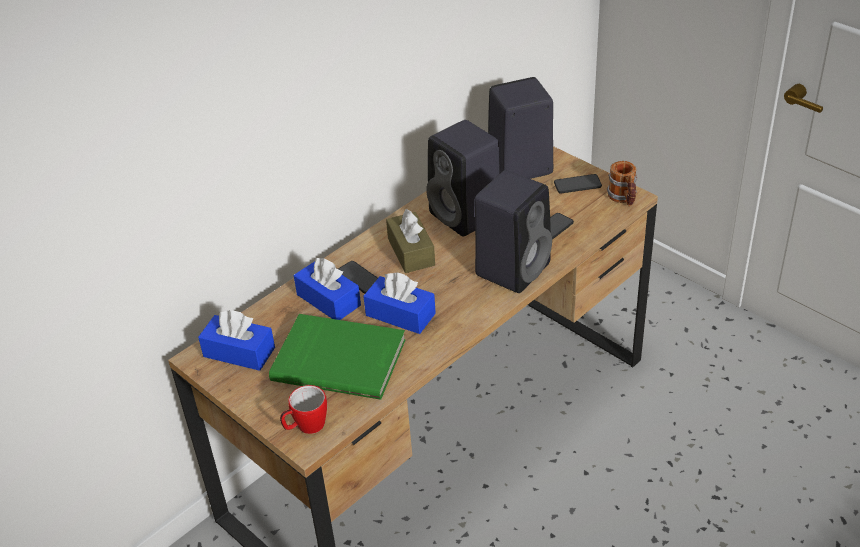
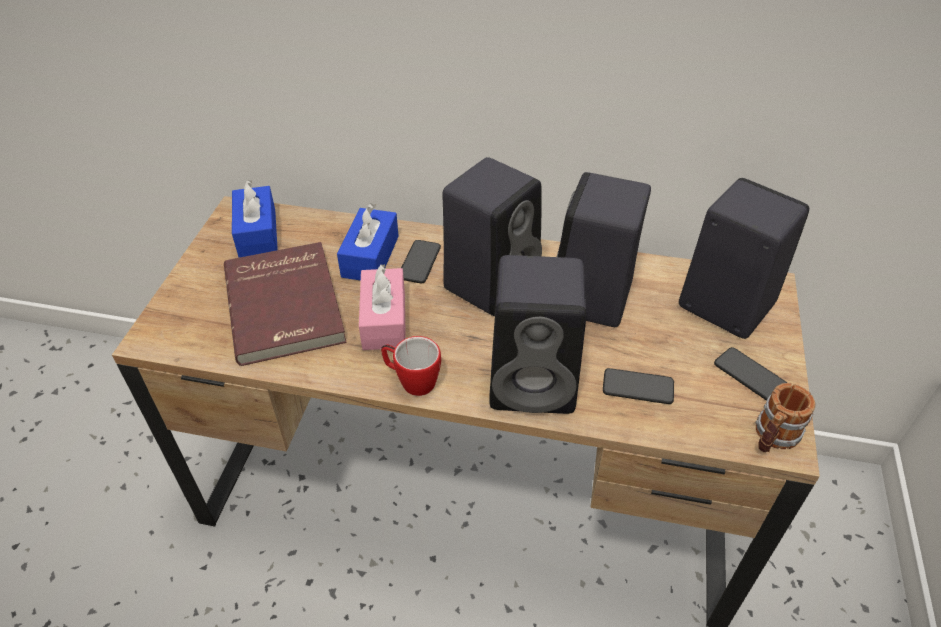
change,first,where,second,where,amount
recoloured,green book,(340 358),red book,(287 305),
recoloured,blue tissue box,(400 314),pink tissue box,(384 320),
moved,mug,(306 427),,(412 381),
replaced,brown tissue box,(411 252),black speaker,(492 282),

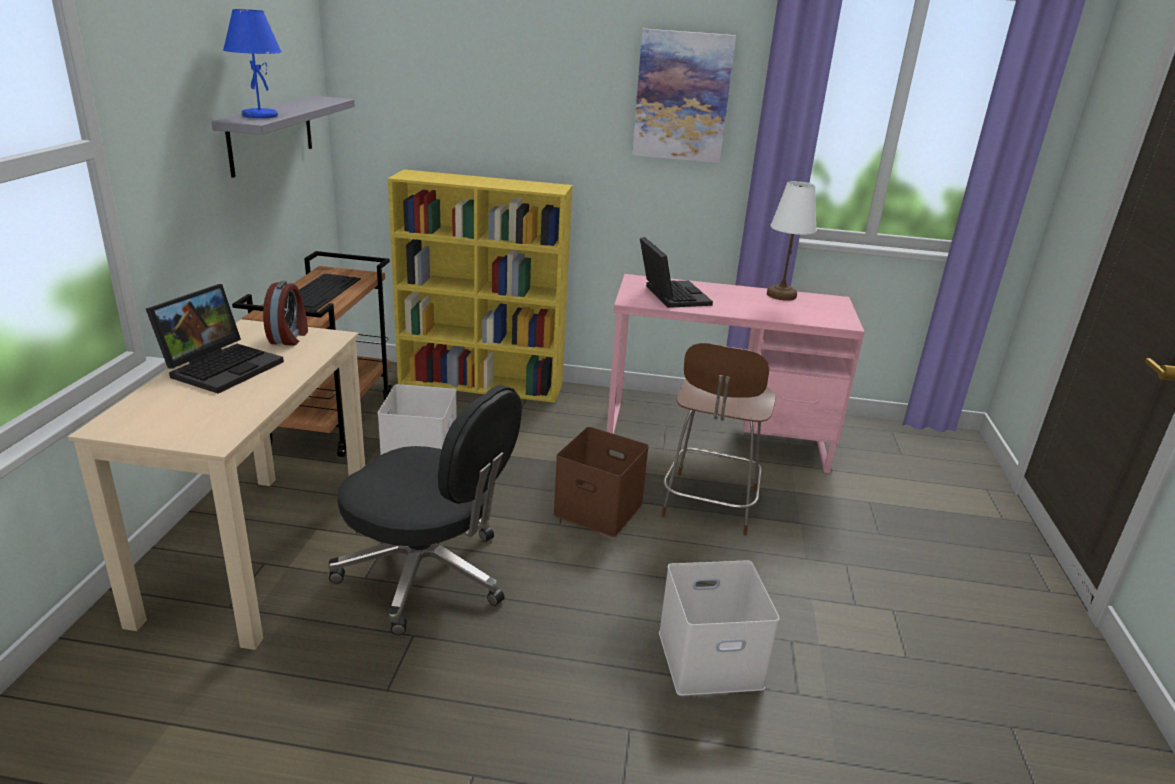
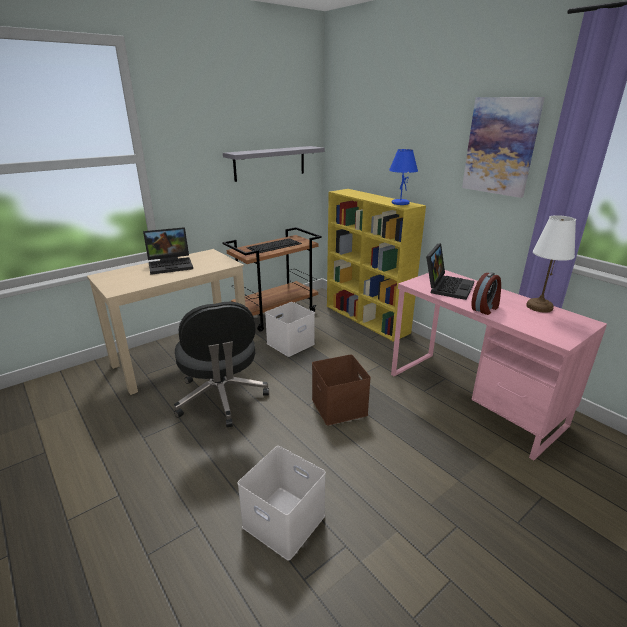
change,first,where,second,where,amount
moved,blue table lamp,(259 116),,(400 203),
moved,alarm clock,(289 337),,(485 308),
removed,brown chair,(709 505),,,

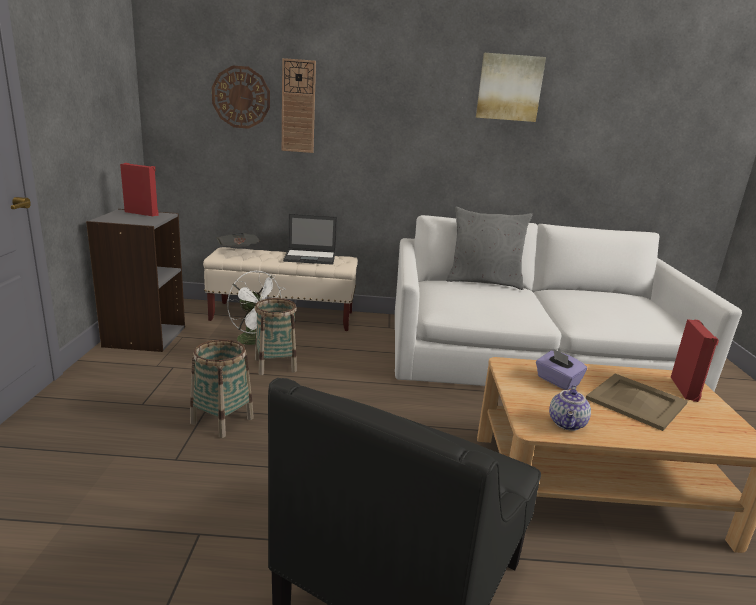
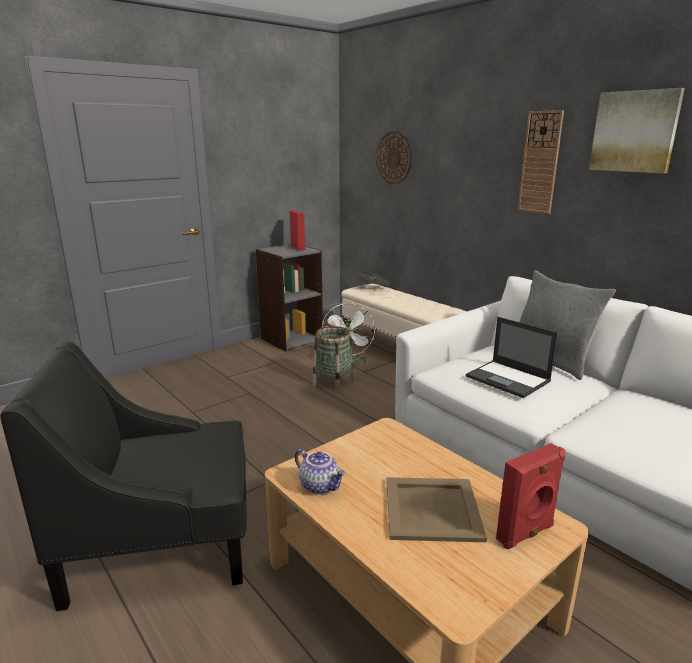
change,first,where,second,where,amount
turned,teapot,(568 424),,(320 485),120 degrees counterclockwise
moved,laptop,(311 257),,(508 379),
moved,wall clock,(298 106),,(540 162),
removed,basket,(222 420),,,
removed,purple tissue box,(557 381),,,

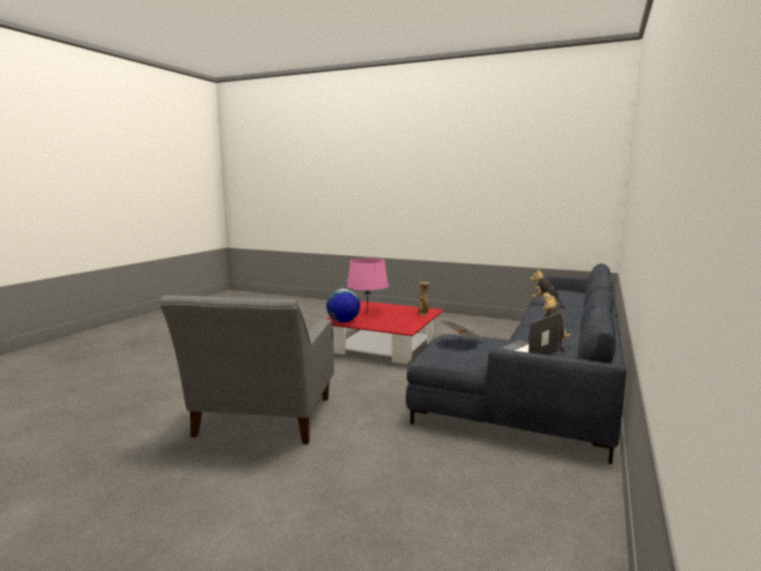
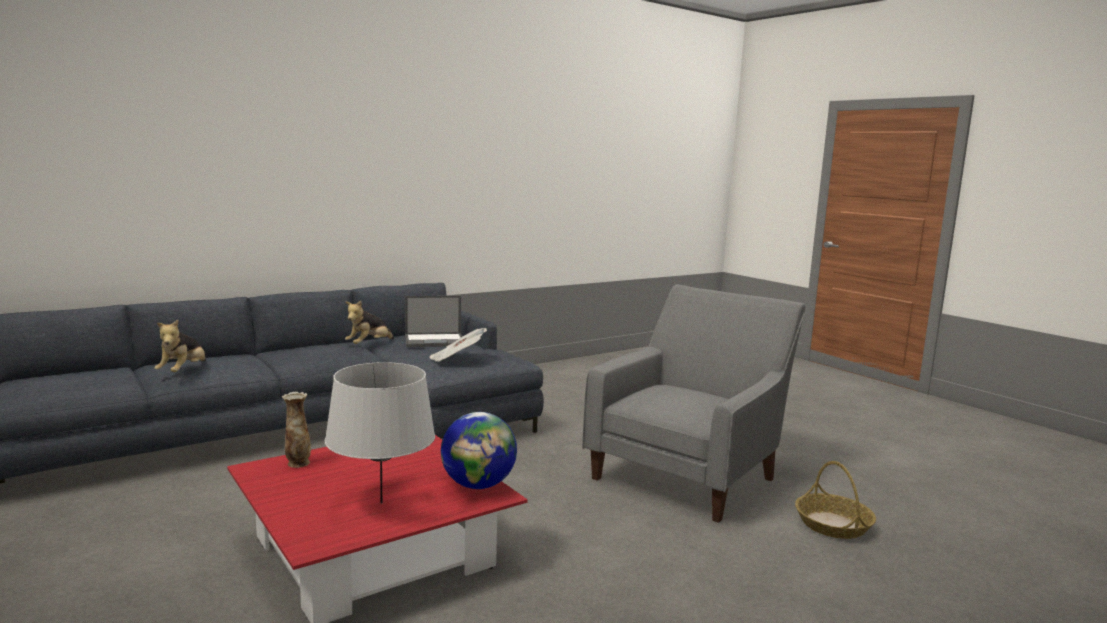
change,first,where,second,where,amount
recoloured,pink table lamp,(368 312),grey table lamp,(380 502),
added,,,basket,(833 525),

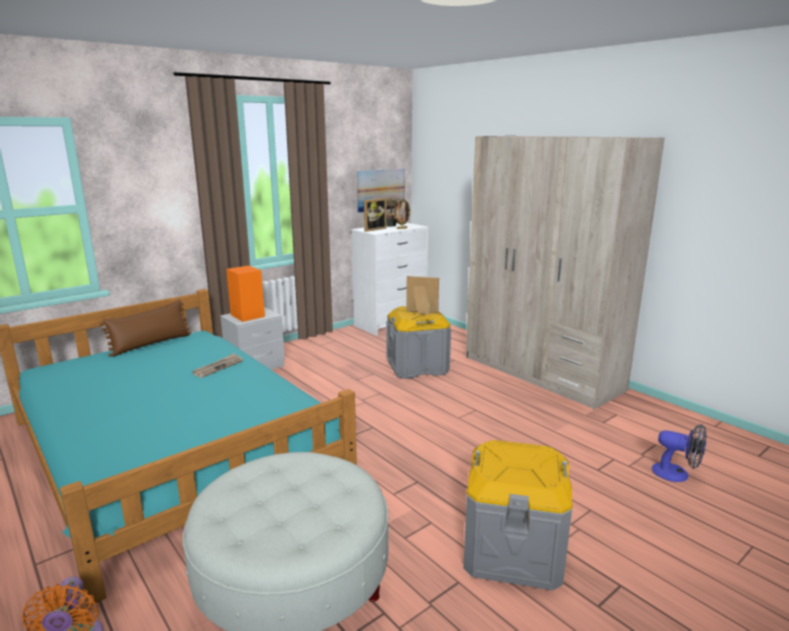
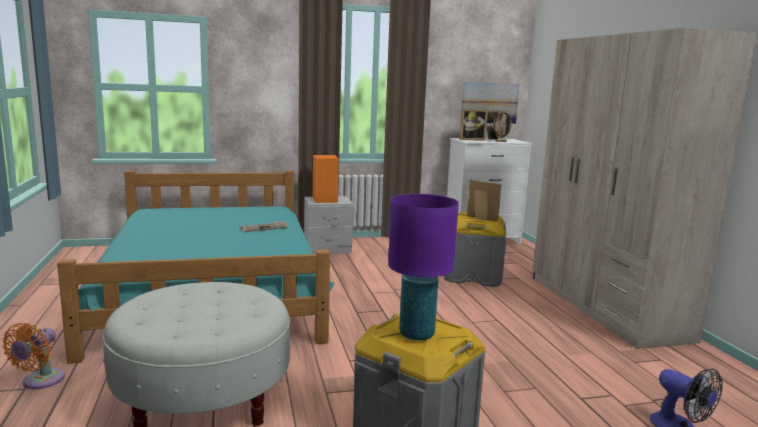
change,first,where,second,where,amount
added,,,purple table lamp,(416 334),
removed,brown pillow,(151 344),,,

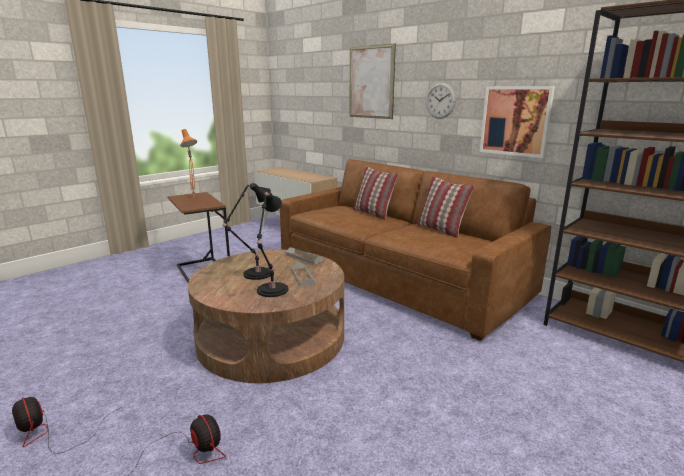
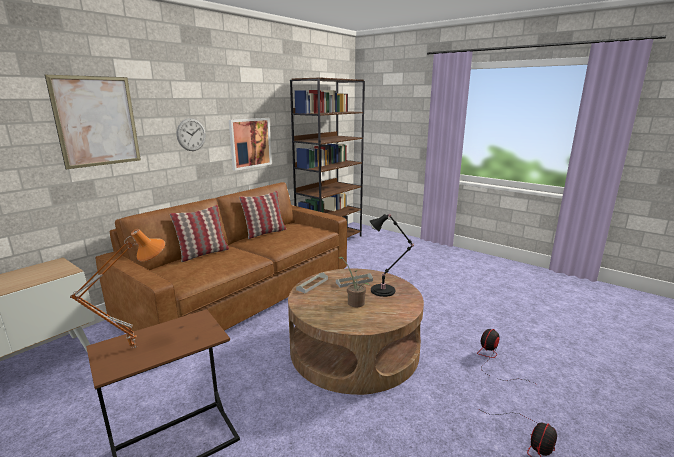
change,first,where,second,where,amount
replaced,black table lamp,(255 274),potted plant,(354 301),

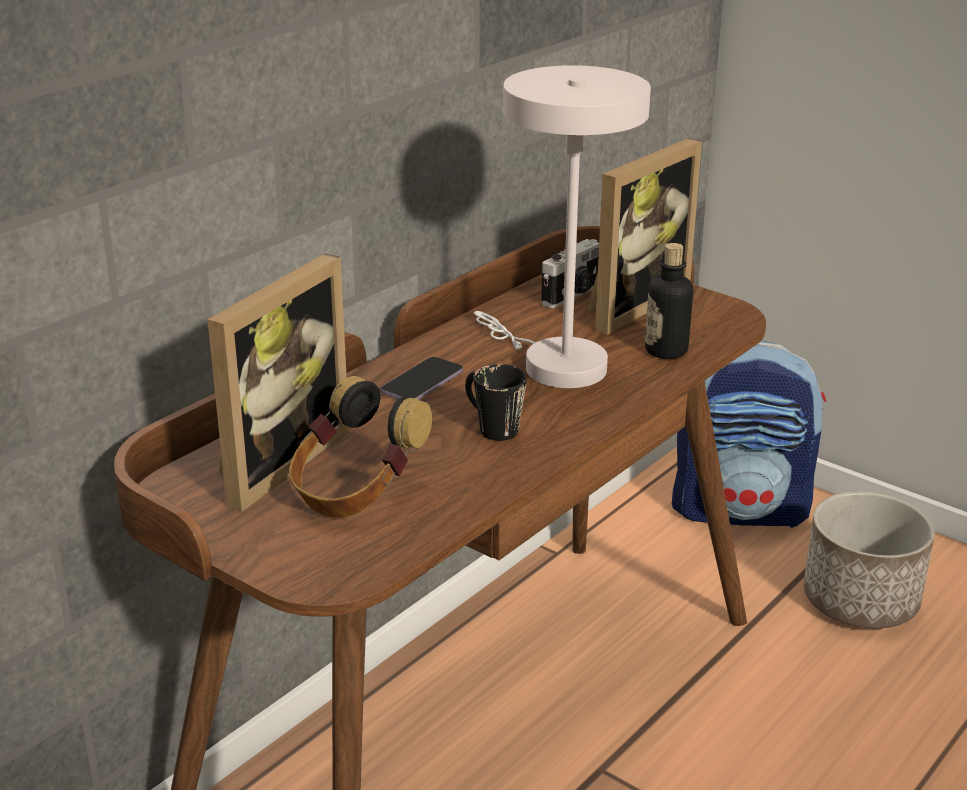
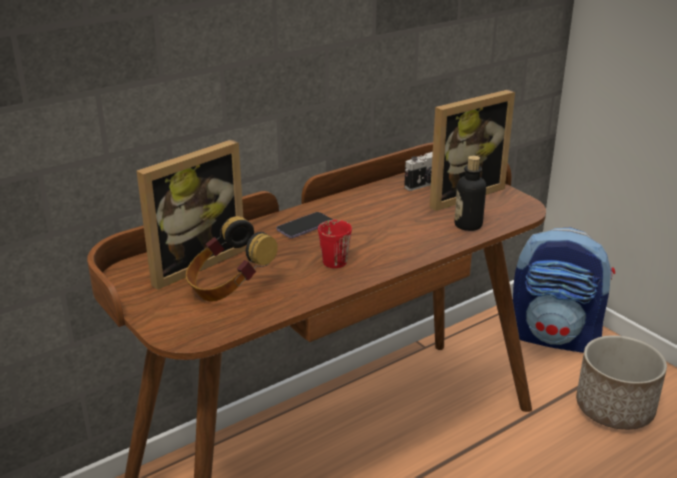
change,first,where,second,where,amount
recoloured,black mug,(490 426),red mug,(331 258),
removed,white table lamp,(554 363),,,

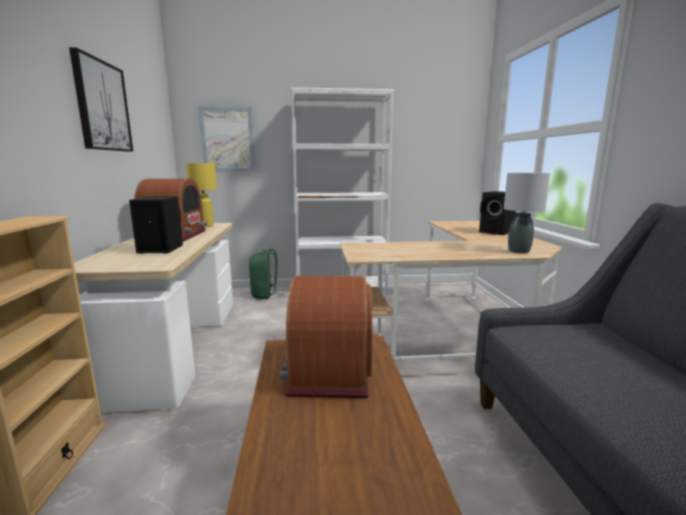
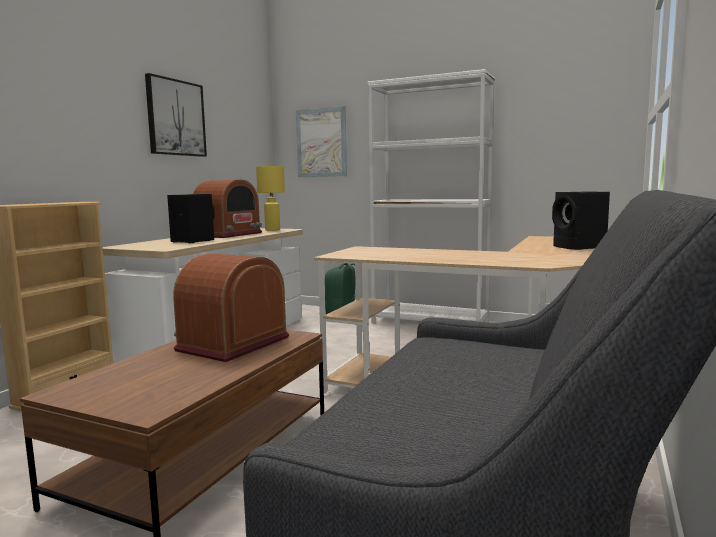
change,first,where,second,where,amount
removed,grey table lamp,(519 251),,,

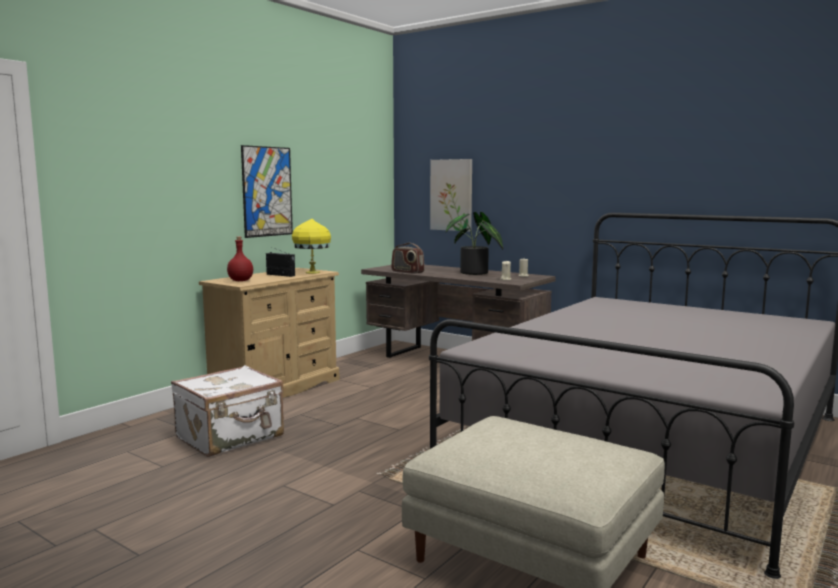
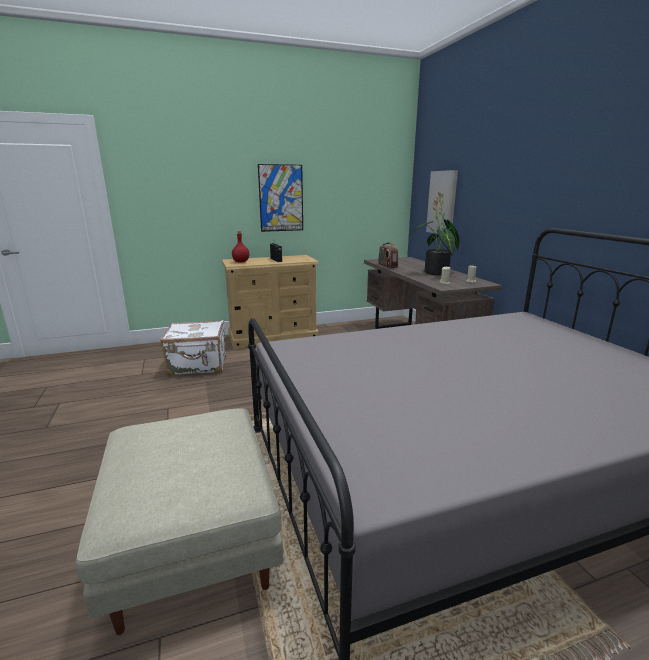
change,first,where,second,where,amount
removed,yellow table lamp,(311 272),,,

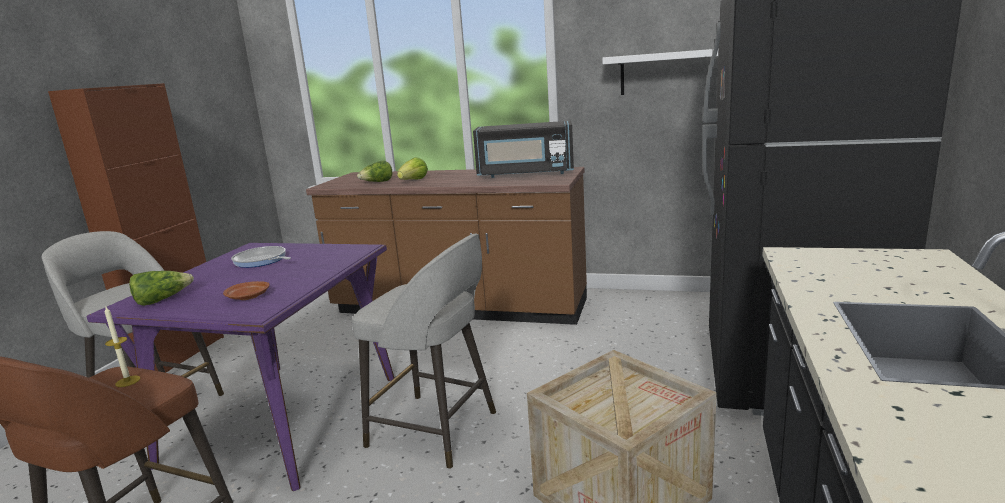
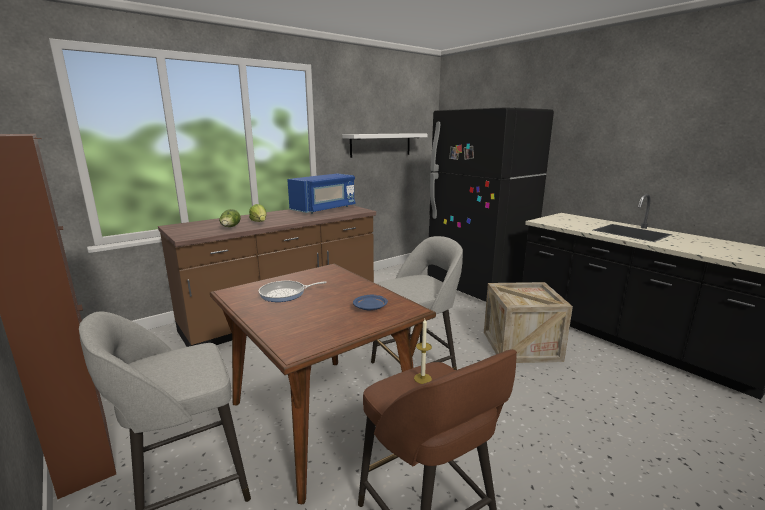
change,first,where,second,where,amount
recoloured,purple dining table,(284 419),brown dining table,(322 417),
recoloured,black microwave,(525 174),blue microwave,(324 209),
recoloured,brown plate,(248 297),blue plate,(370 307),
removed,lettuce,(162 300),,,

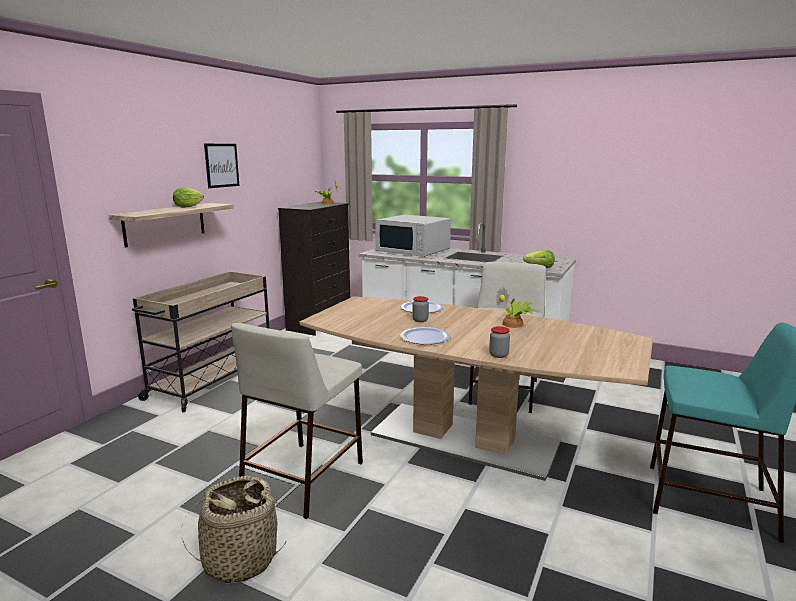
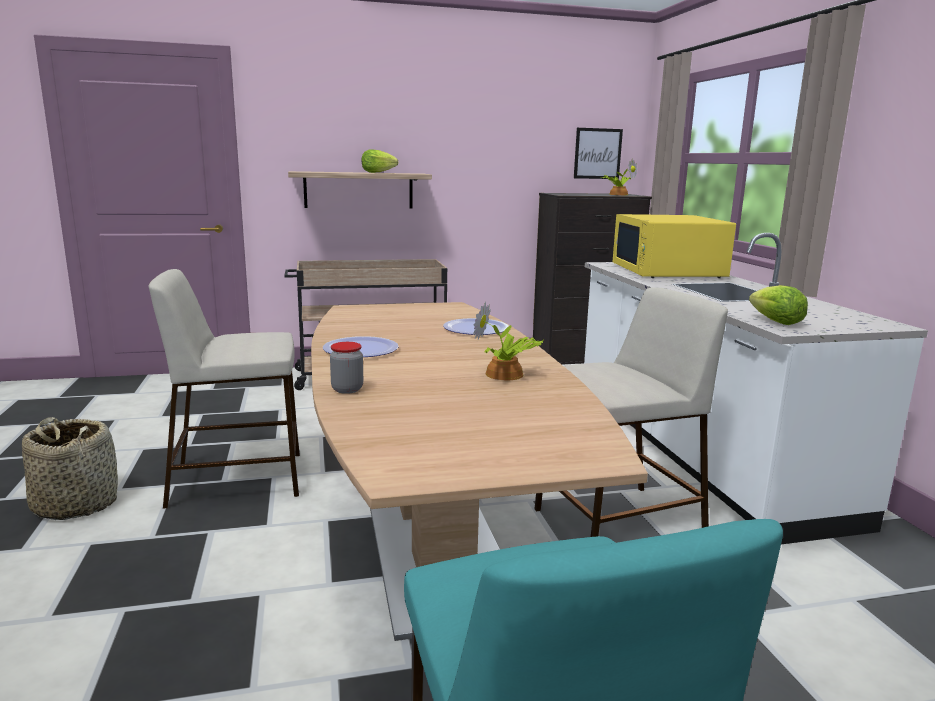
change,first,where,second,where,amount
moved,picture,(221 165),,(597 153),
recoloured,white microwave,(413 251),yellow microwave,(667 271),
removed,jar,(420 320),,,

